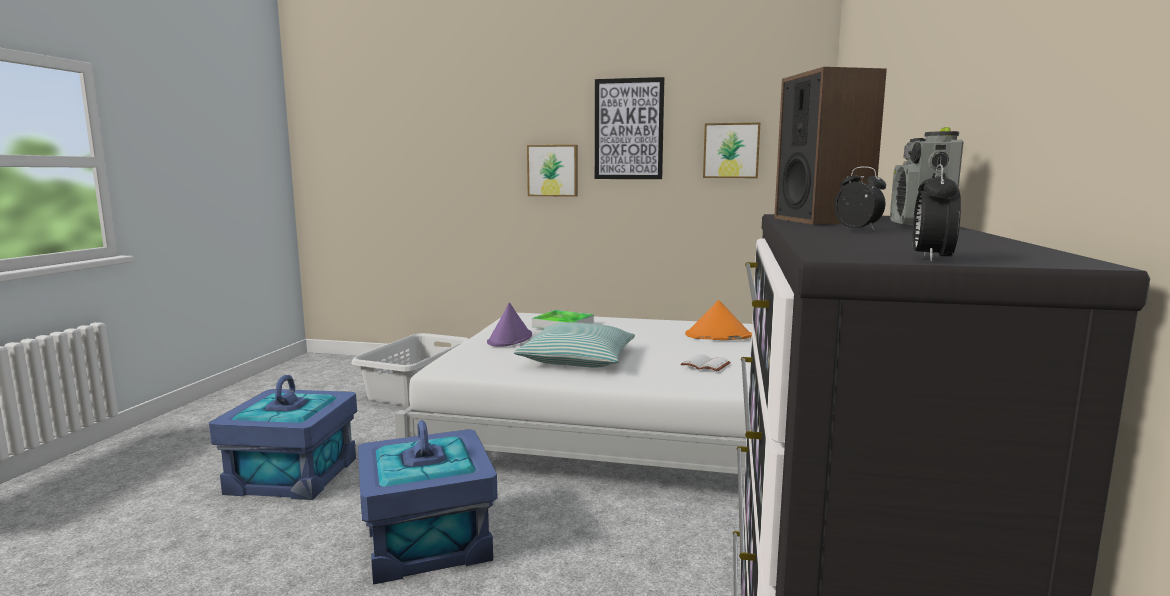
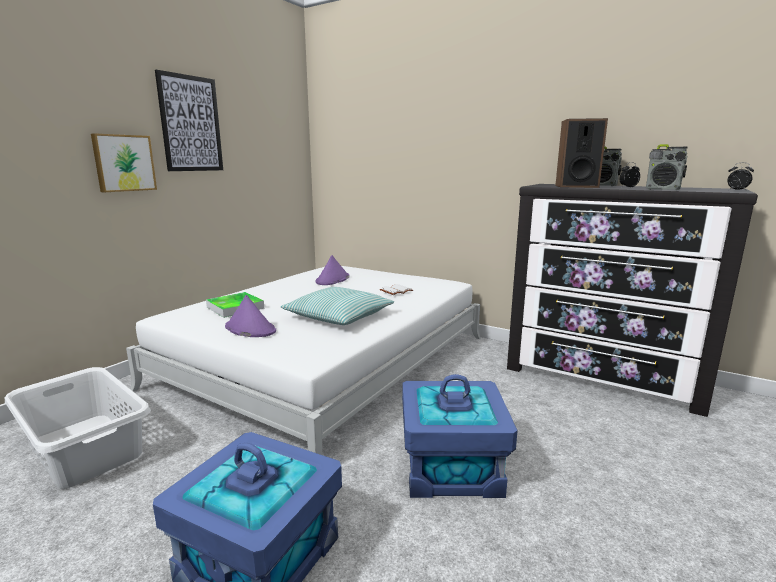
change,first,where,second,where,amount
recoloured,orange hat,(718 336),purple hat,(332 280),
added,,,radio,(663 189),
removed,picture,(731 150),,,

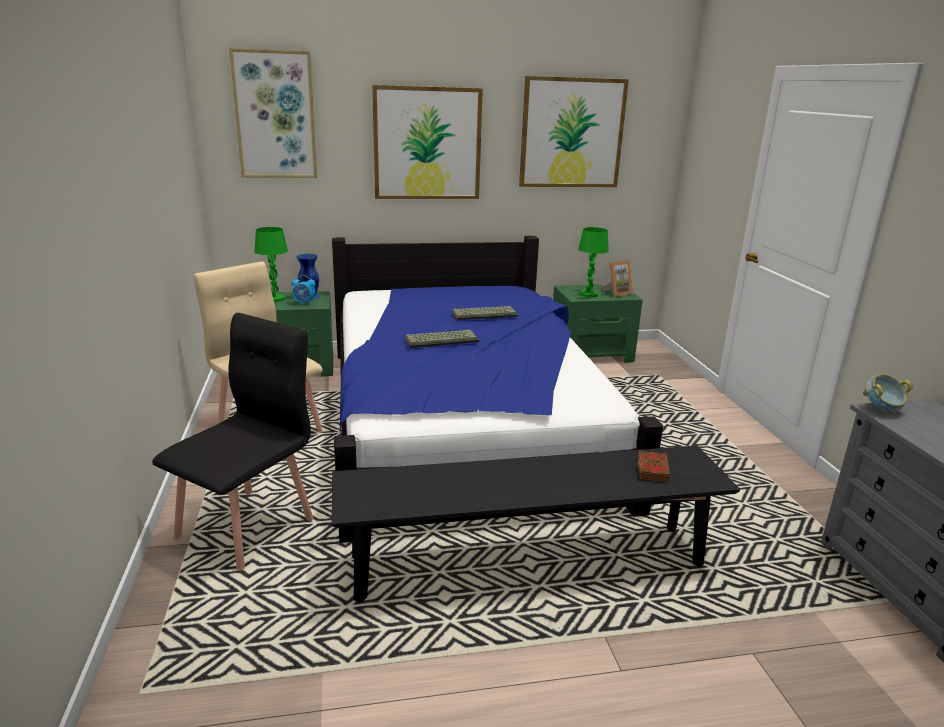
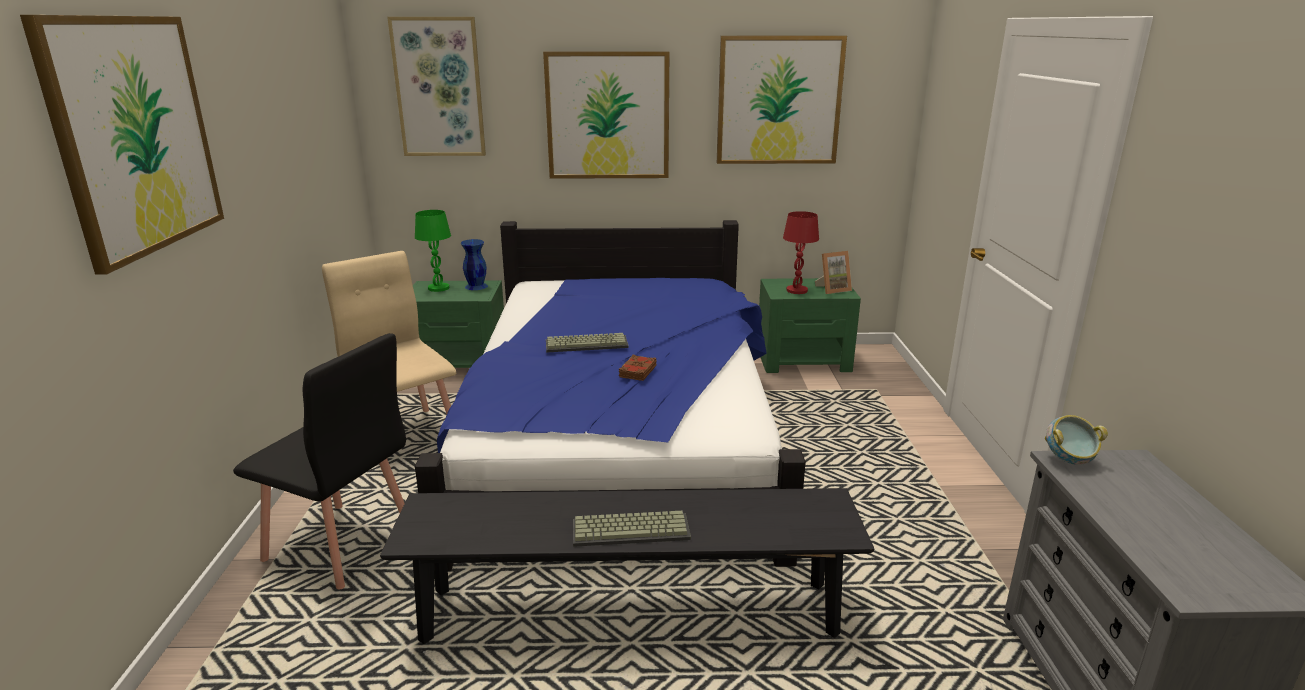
change,first,where,second,where,amount
added,,,picture,(135 135),
turned,black chair,(247 528),,(340 546),75 degrees clockwise
moved,keyboard,(485 314),,(632 529),
moved,brown book,(652 470),,(637 371),
recoloured,green table lamp,(589 294),red table lamp,(797 290),
removed,alarm clock,(304 303),,,

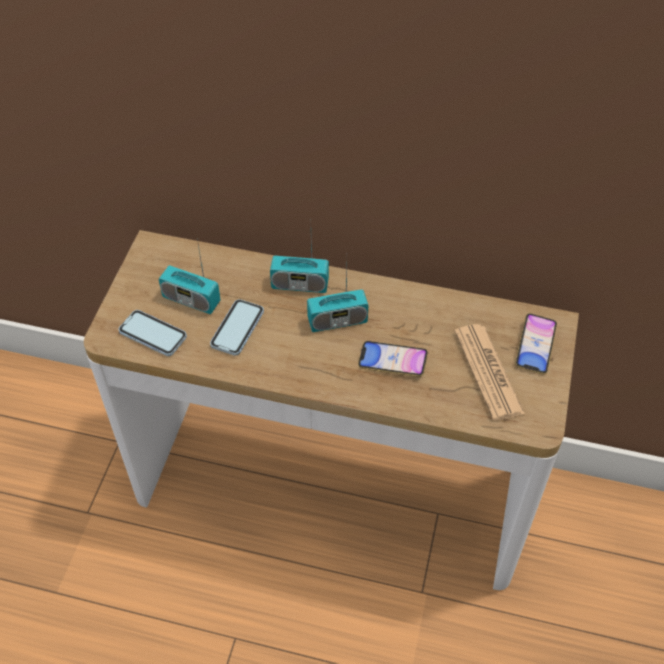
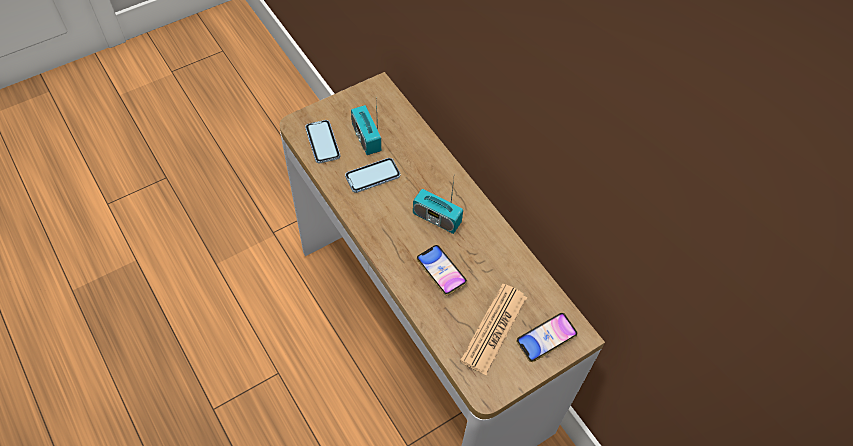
change,first,where,second,where,amount
removed,radio,(300 284),,,

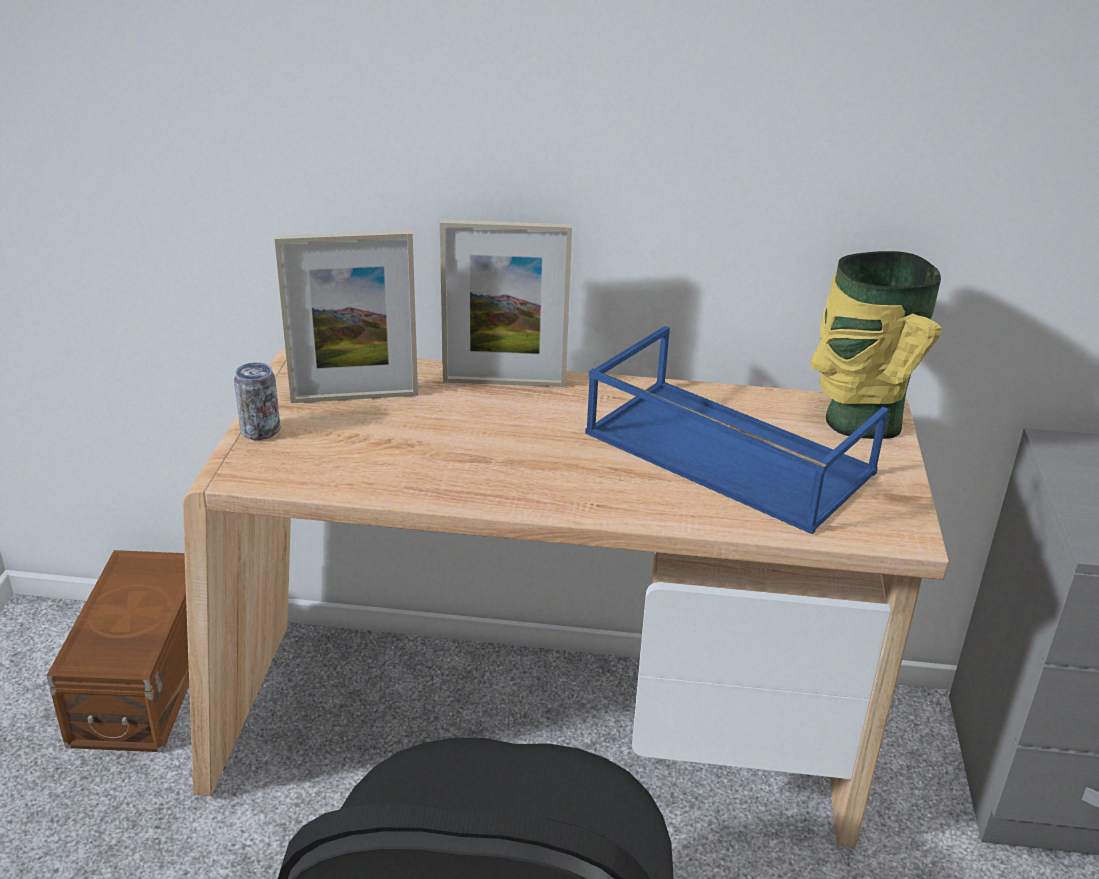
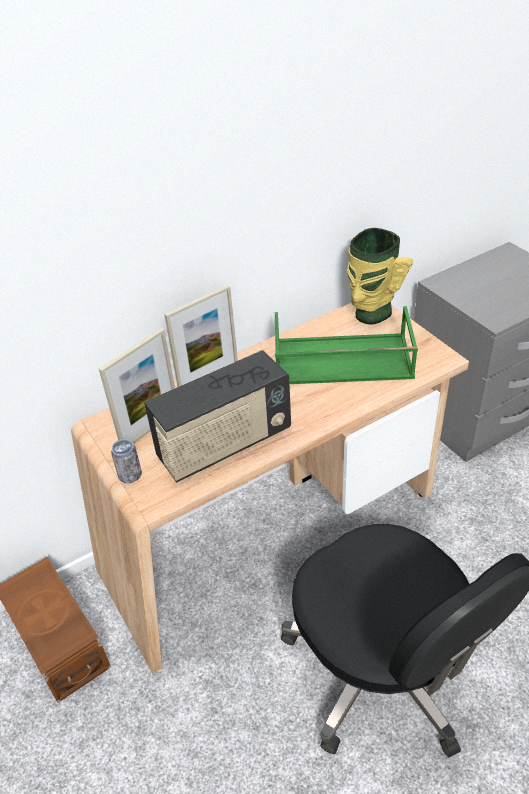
change,first,where,second,where,amount
added,,,radio,(224 445),
recoloured,blue tray,(724 453),green tray,(341 360),

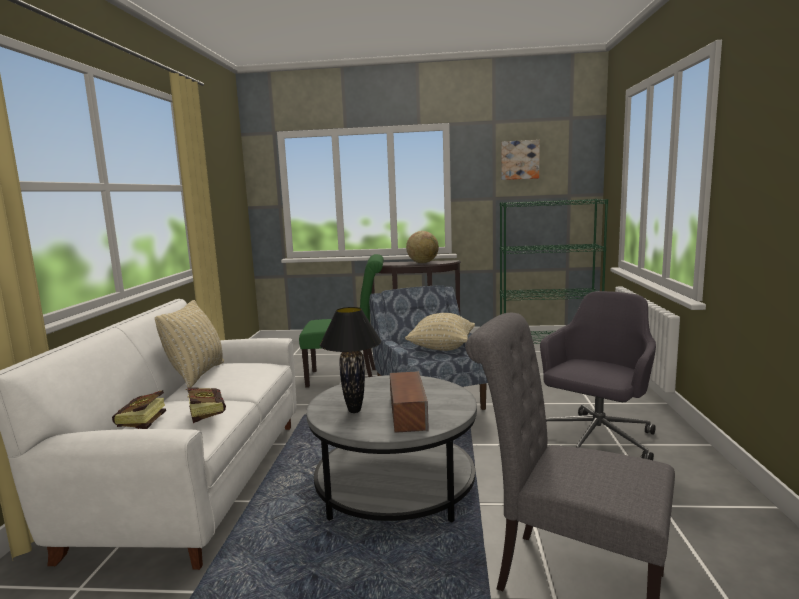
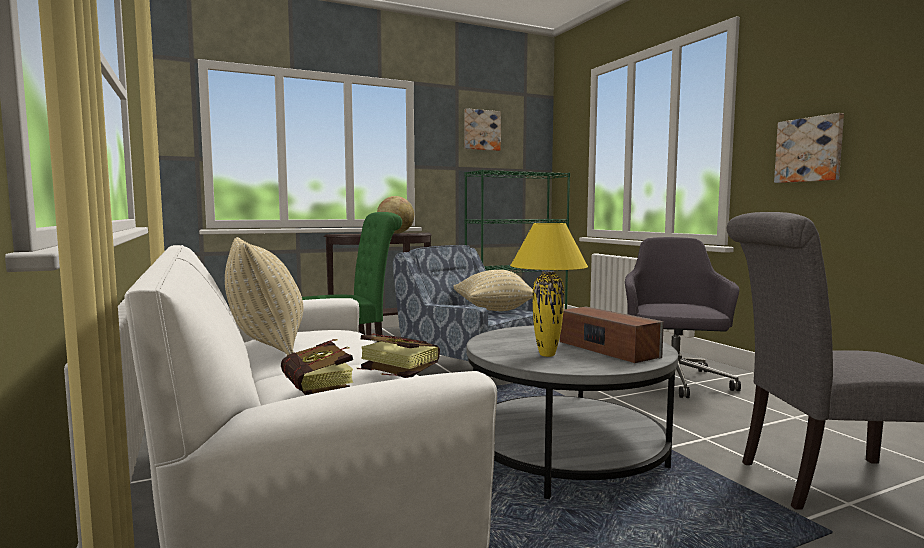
change,first,where,second,where,amount
recoloured,black table lamp,(355 411),yellow table lamp,(548 355),
added,,,picture,(809 150),

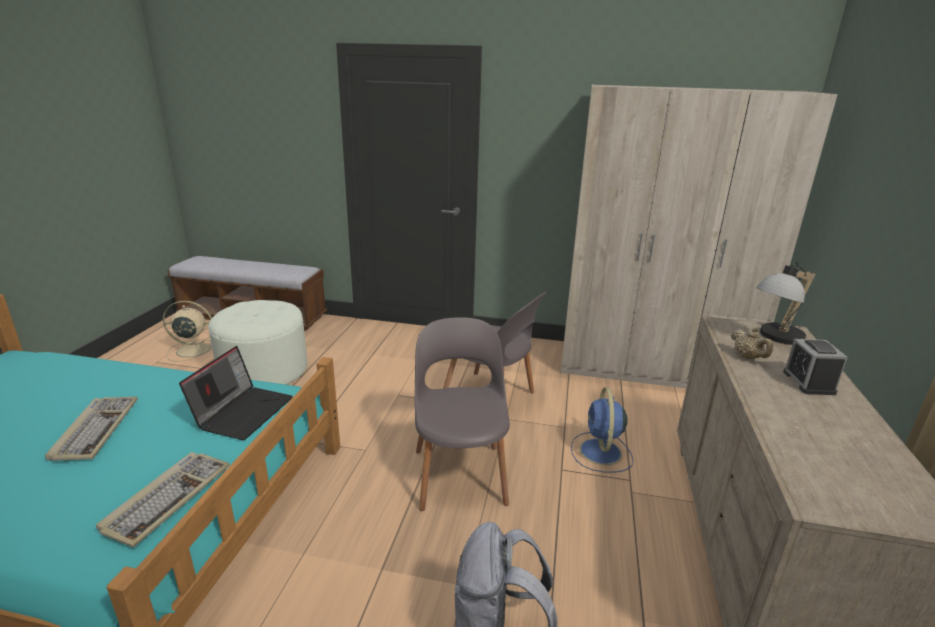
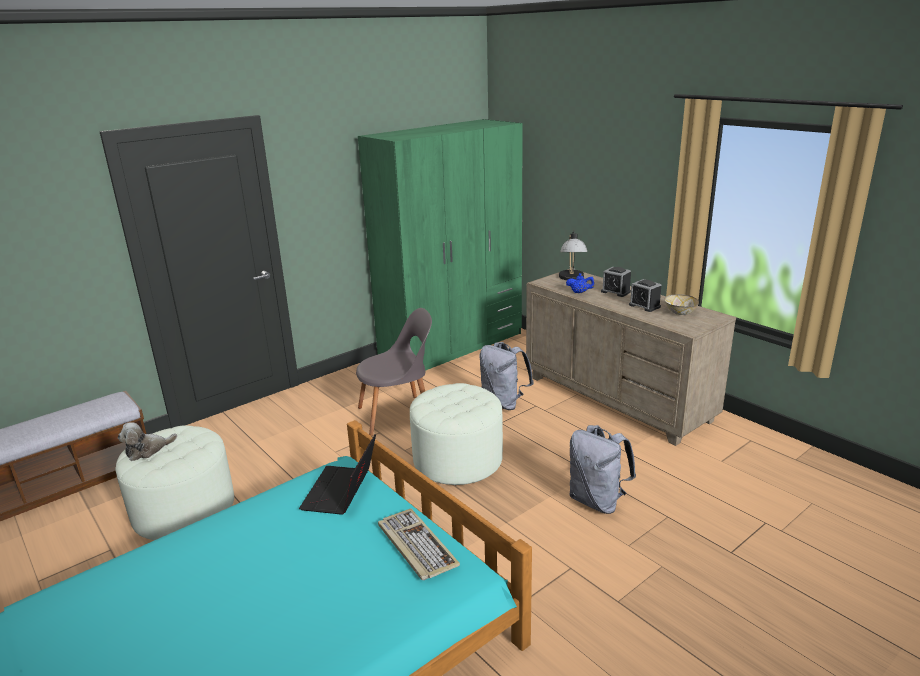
change,first,where,second,where,amount
added,,,plush toy,(147 450),
turned,laptop,(243 411),,(341 492),135 degrees counterclockwise
recoloured,beige wardrobe,(651 368),green wardrobe,(452 346),
replaced,grey chair,(460 472),white ottoman,(457 460),
replaced,blue fan,(600 453),grey backpack,(503 403),
recoloured,beige teapot,(747 357),blue teapot,(580 292),
added,,,alarm clock,(644 306),
added,,,bowl,(680 313),
removed,keyboard,(95 429),,,
removed,beige fan,(192 350),,,

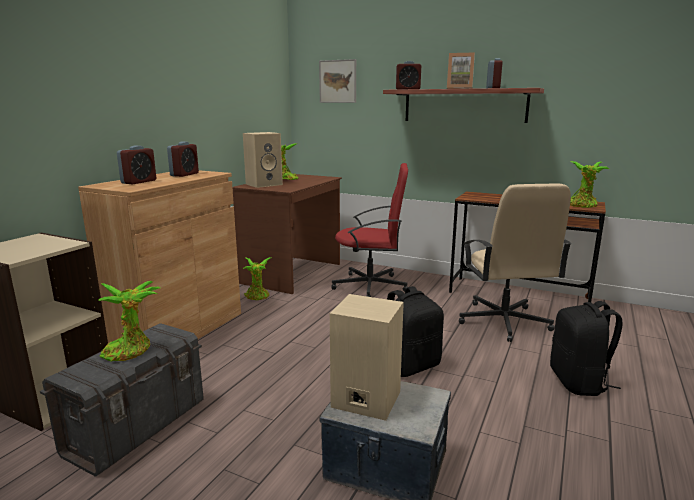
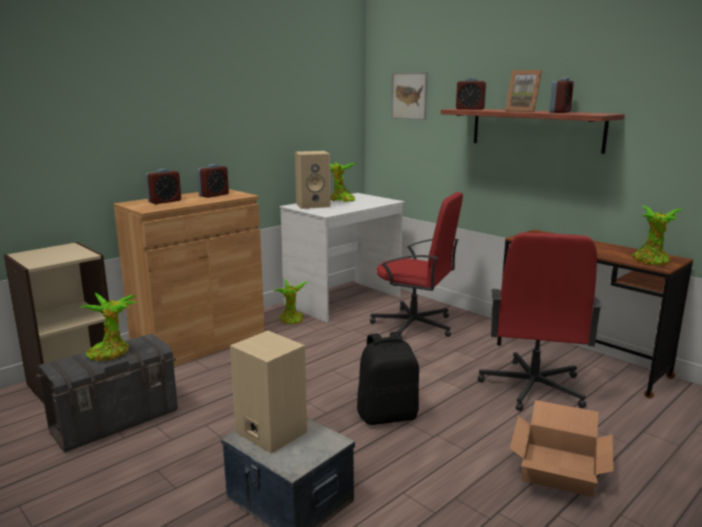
change,first,where,second,where,amount
recoloured,brown desk,(293 273),white desk,(344 301),
recoloured,beige office chair,(503 322),red office chair,(532 388),
replaced,black backpack,(579 382),cardboard box,(560 469),

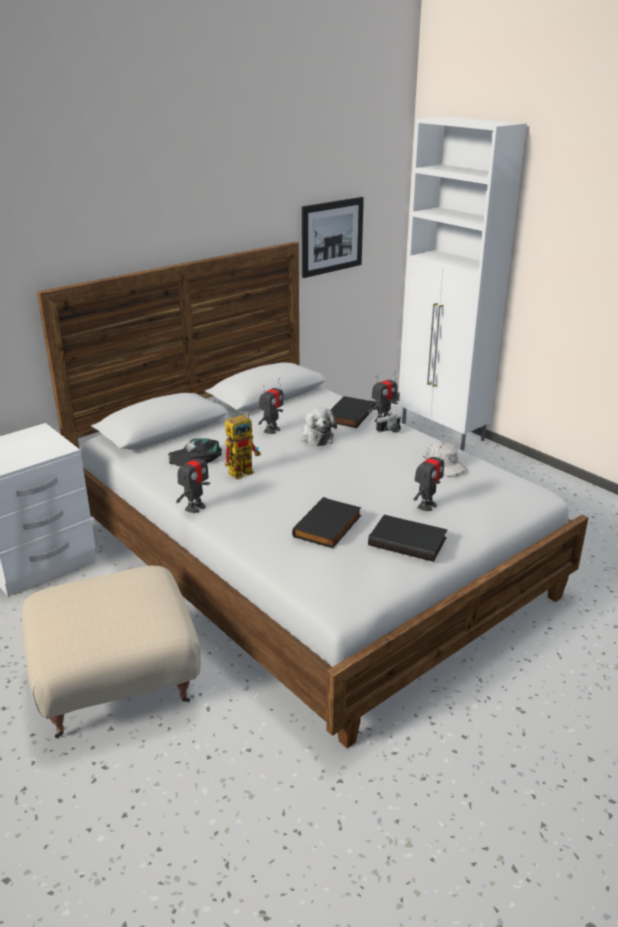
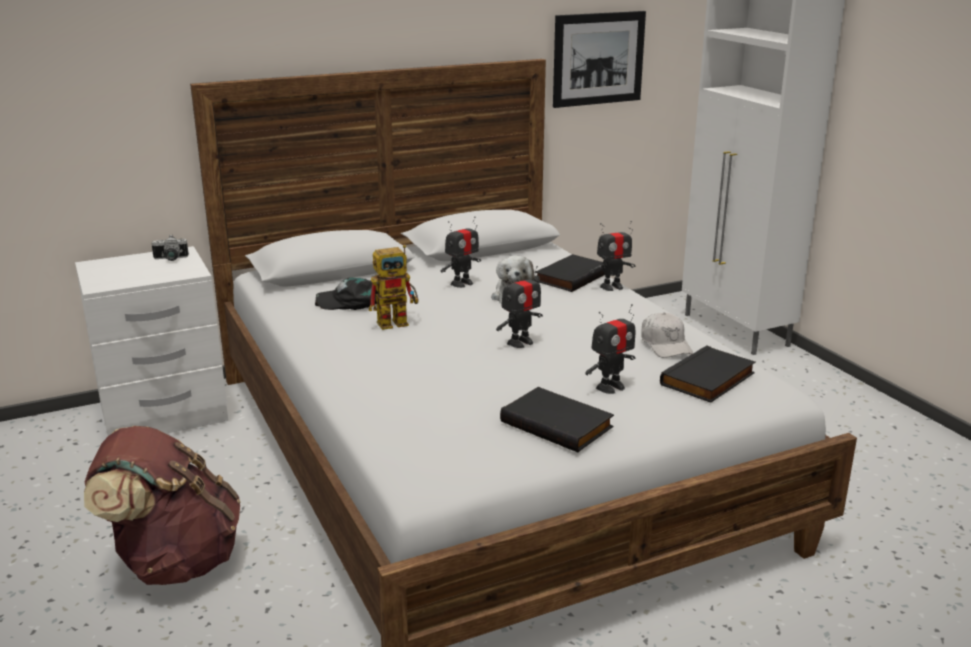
change,first,where,second,where,amount
replaced,beige ottoman,(116 685),brown backpack,(174 562),
moved,photo camera,(390 431),,(170 259),
moved,toy robot,(195 507),,(520 342),
moved,black book,(328 527),,(709 380),

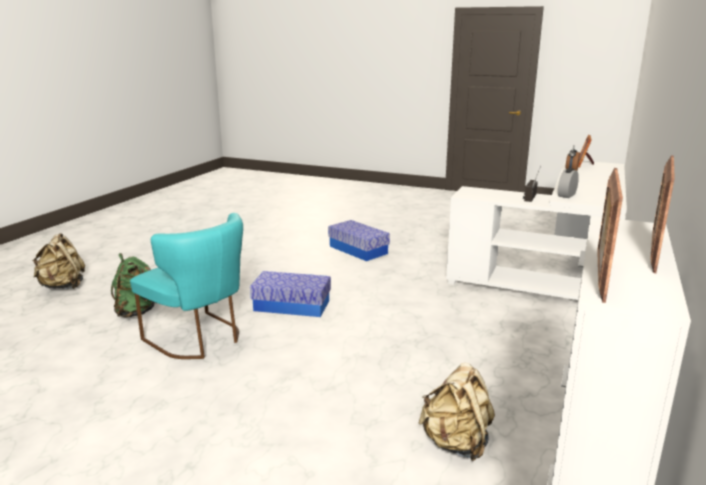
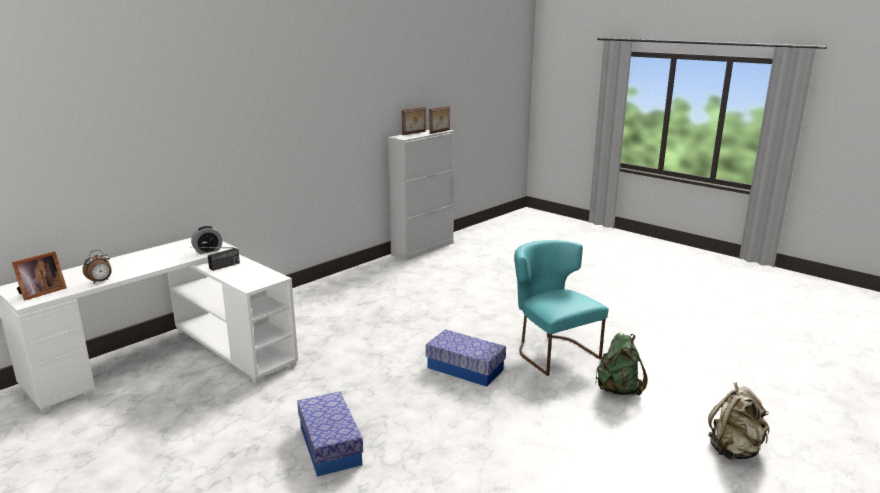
change,first,where,second,where,amount
removed,beige backpack,(456 443),,,

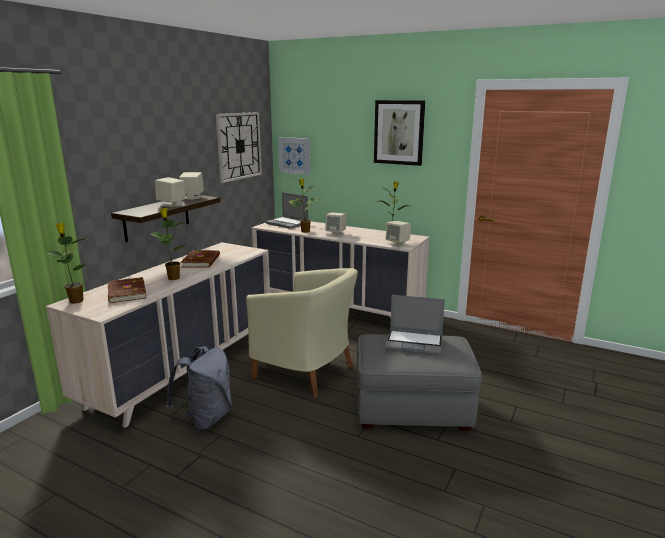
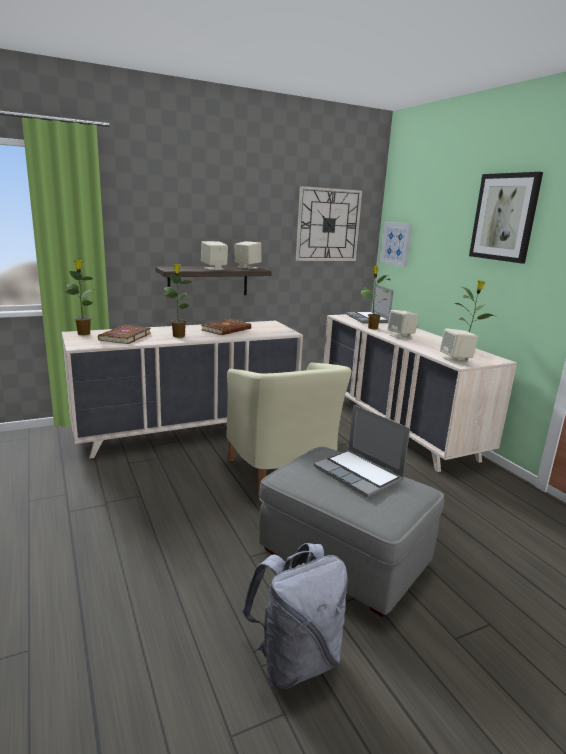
change,first,where,second,where,amount
moved,grey backpack,(205 419),,(295 660),

